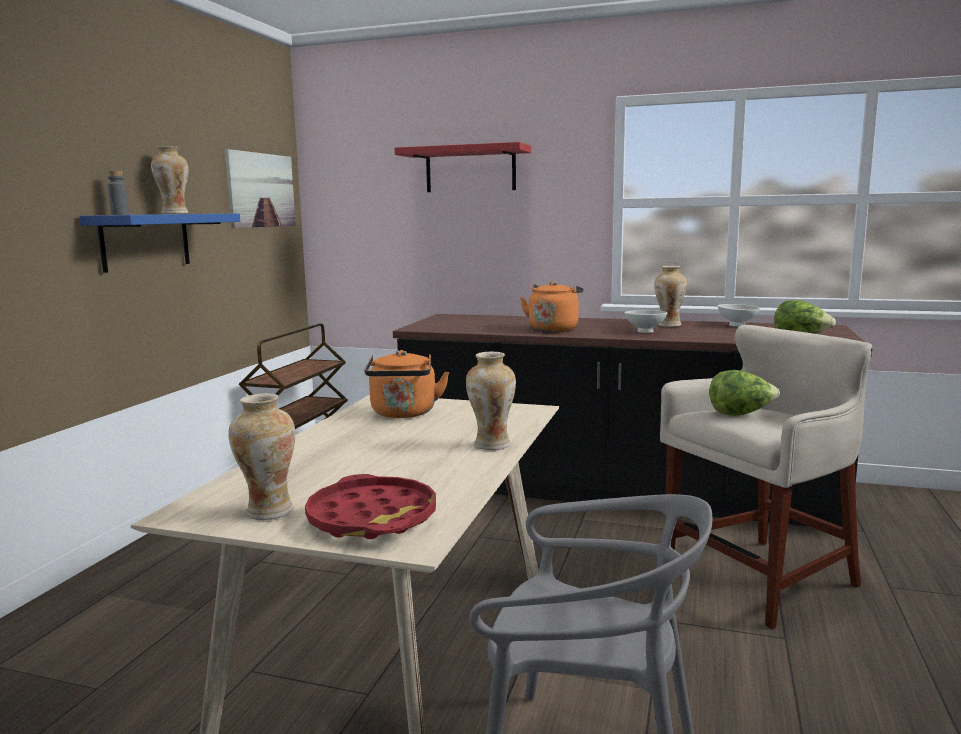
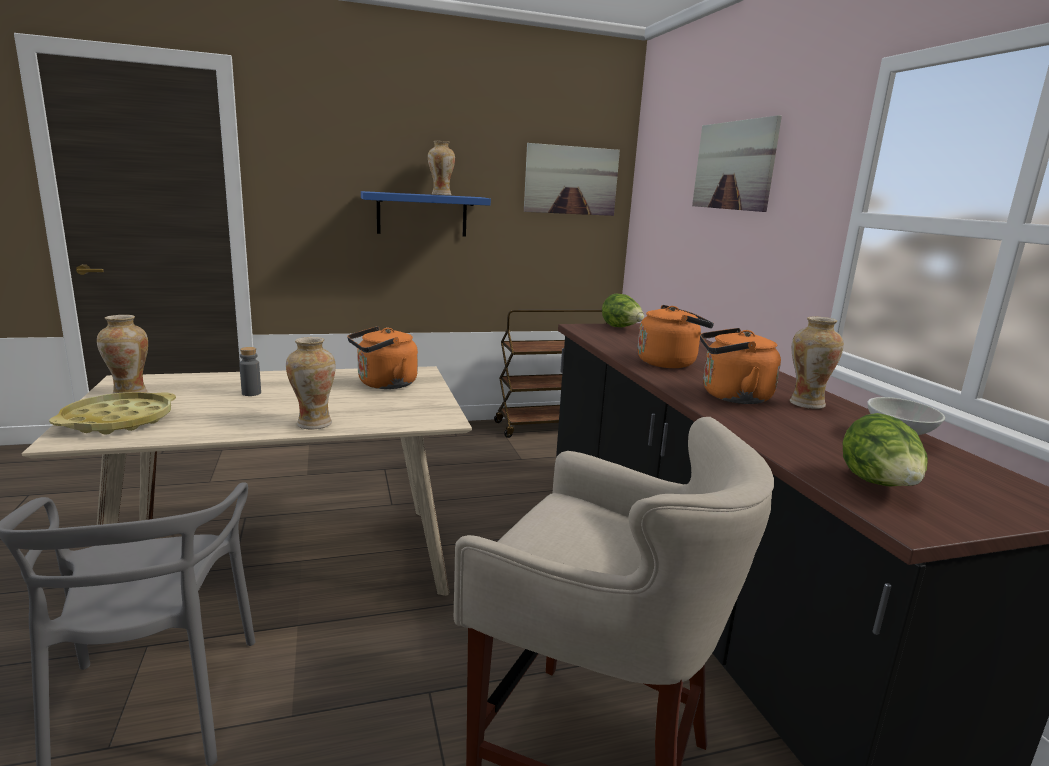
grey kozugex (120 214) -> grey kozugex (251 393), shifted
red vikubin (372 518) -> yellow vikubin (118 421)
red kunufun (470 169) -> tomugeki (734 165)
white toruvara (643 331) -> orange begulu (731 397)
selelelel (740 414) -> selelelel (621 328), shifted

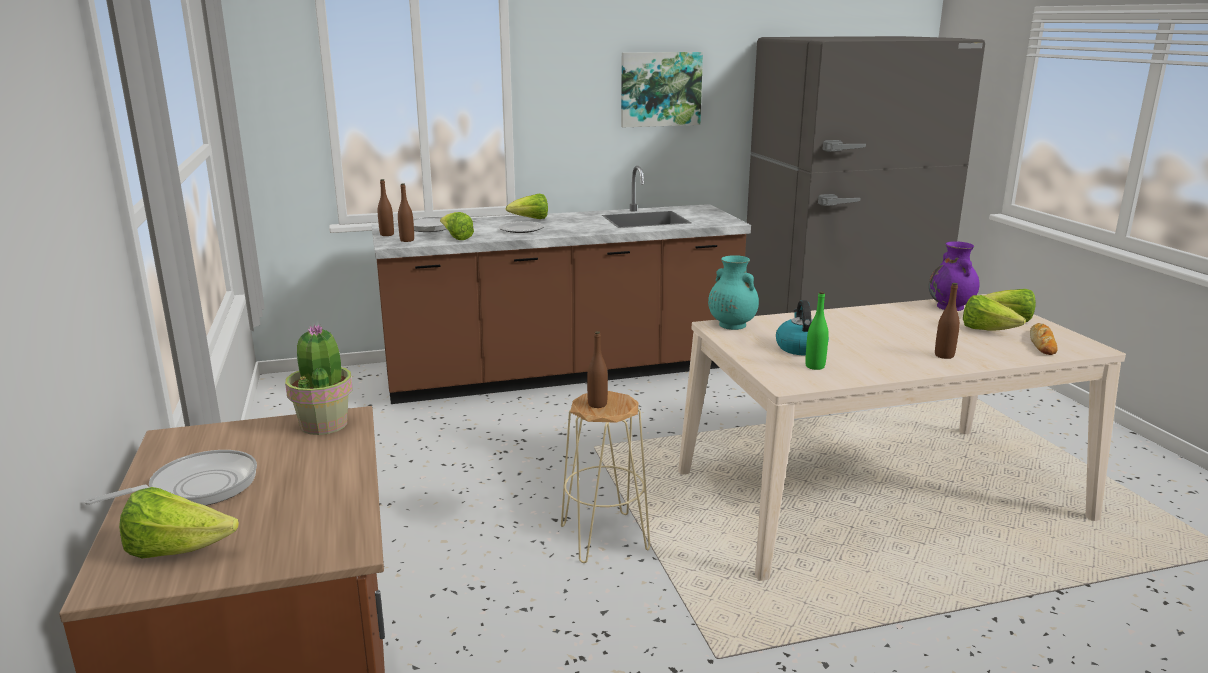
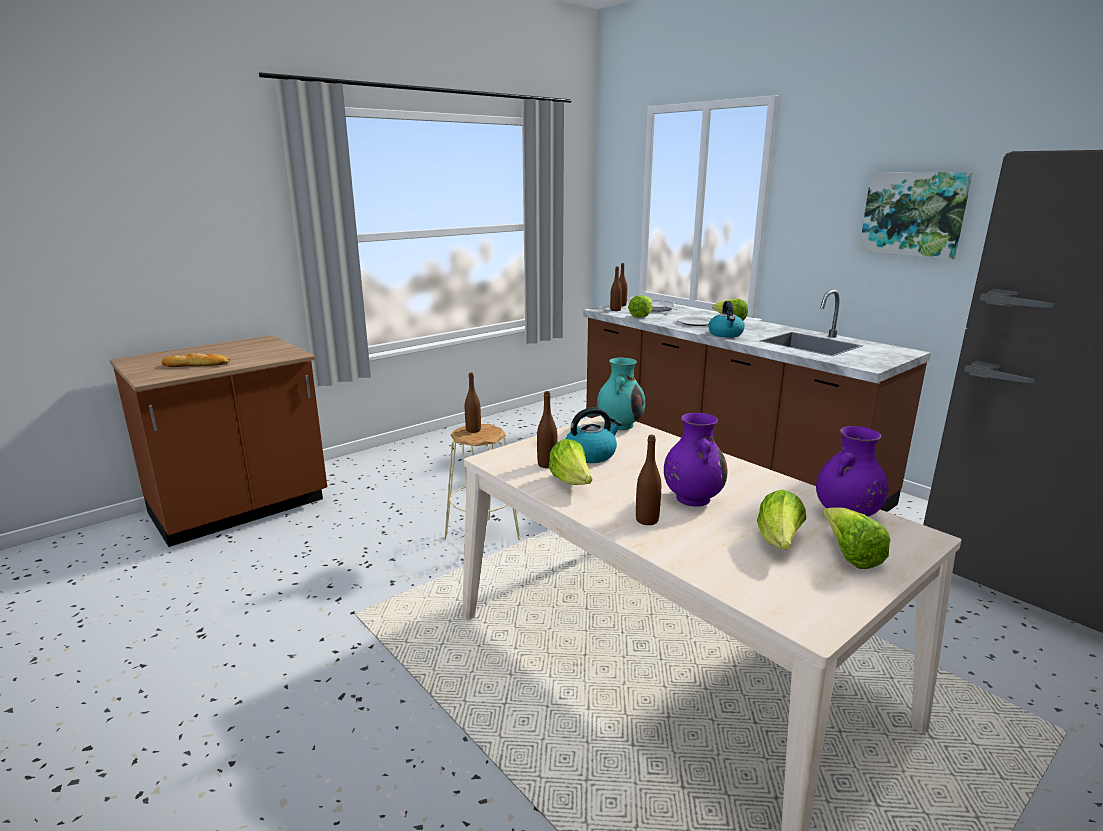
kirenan (197 487) -> none
selelelel (178 551) -> selelelel (572 482), shifted
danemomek (324 424) -> none
green kozugex (815 366) -> brown kozugex (547 464)
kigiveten (1042 343) -> kigiveten (196 365), shifted
none -> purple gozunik (692 498)
none -> begulu (726 334)

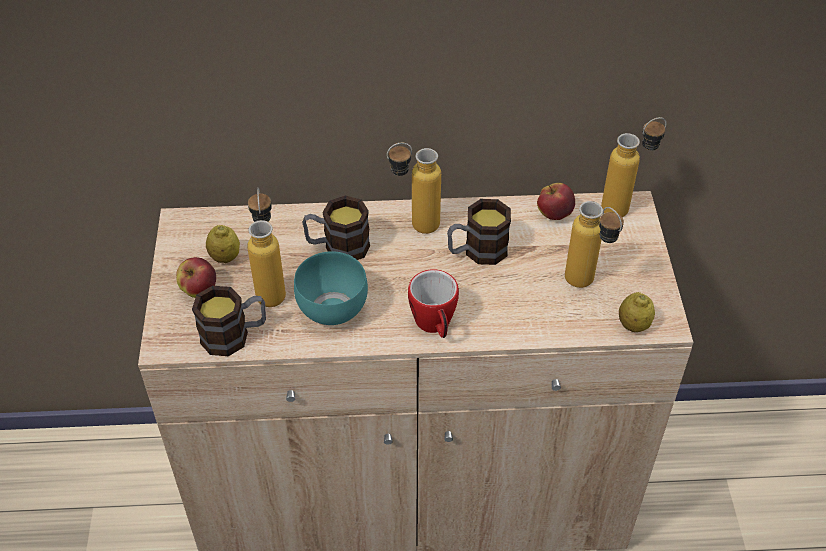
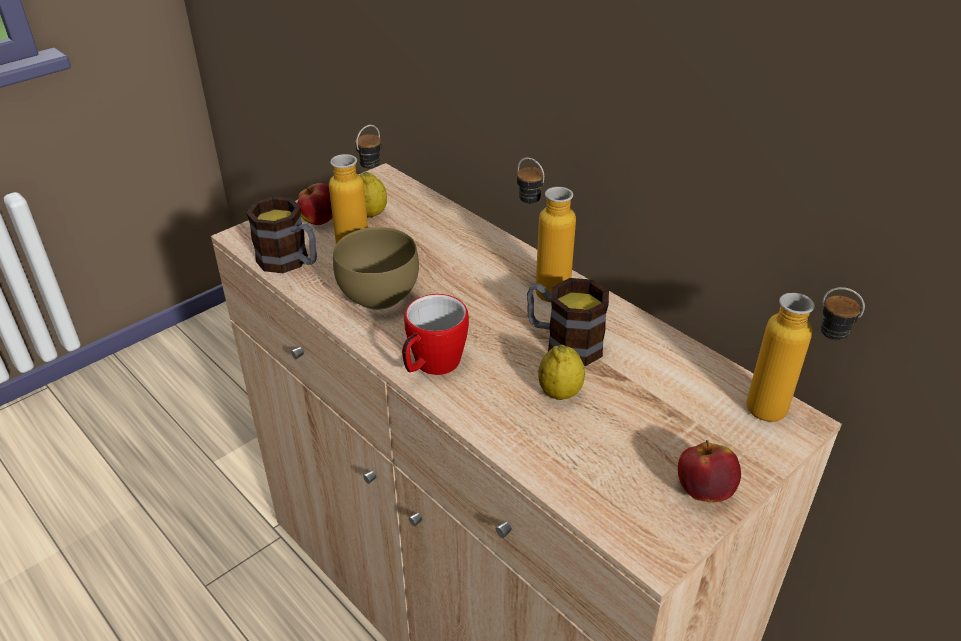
turquoise toruvara (331 307) -> brown toruvara (381 294)
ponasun (337 247) -> none
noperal (554 214) -> noperal (704 491), shifted
kozugex (587 286) -> none
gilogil (633 325) -> gilogil (560 393), shifted

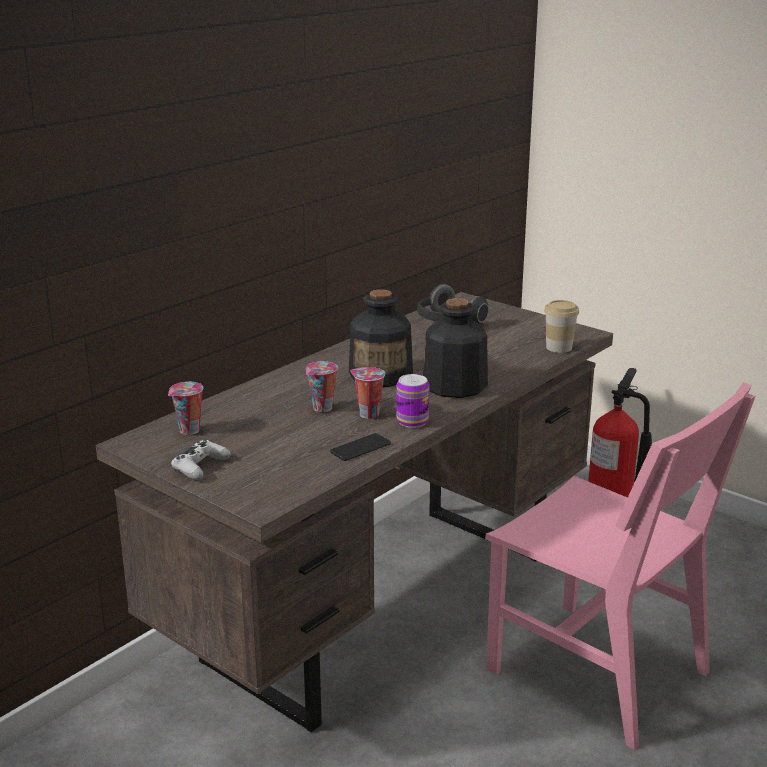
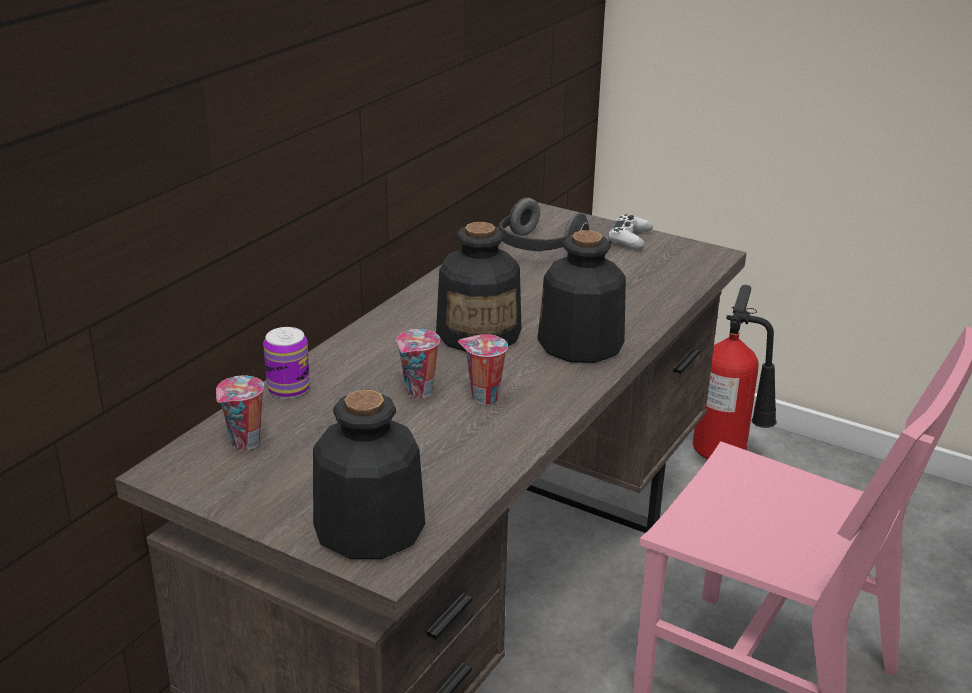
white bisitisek (200 467) -> white bisitisek (629 239), shifted
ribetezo (360 448) -> none
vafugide (412 421) -> vafugide (289 388), shifted
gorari (559 347) -> none
none -> kozugex (368 528)

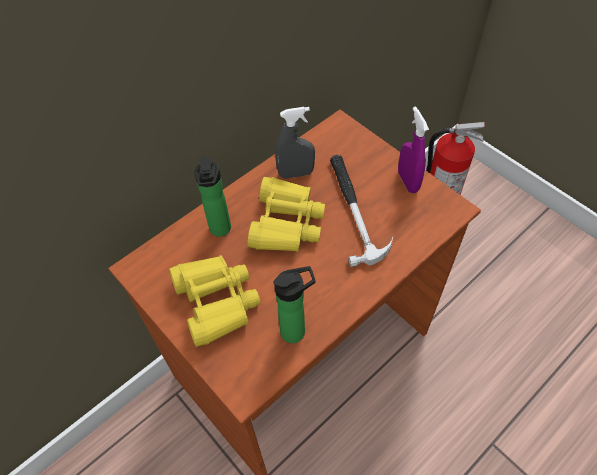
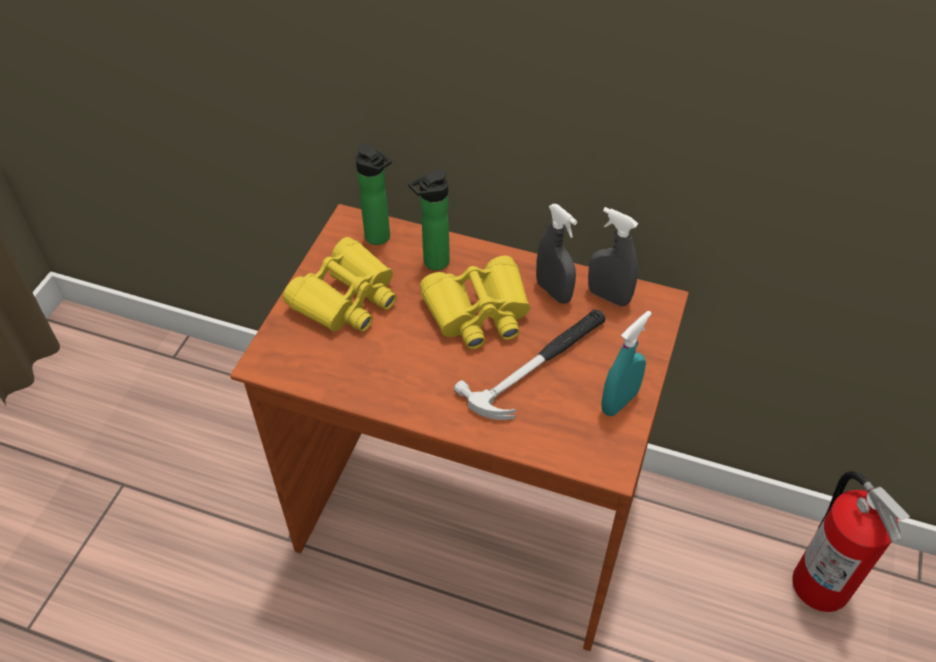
kozugex (296 331) -> kozugex (380 238), shifted
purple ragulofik (408 182) -> turquoise ragulofik (619 402)
none -> grey ragulofik (608 296)

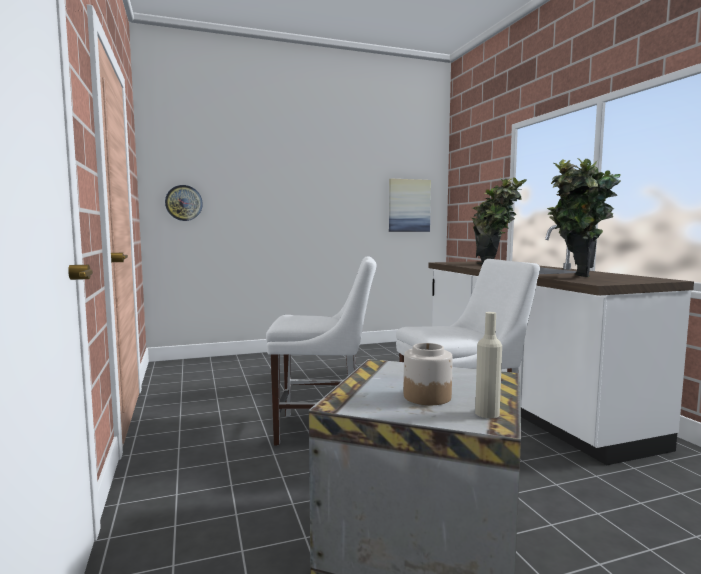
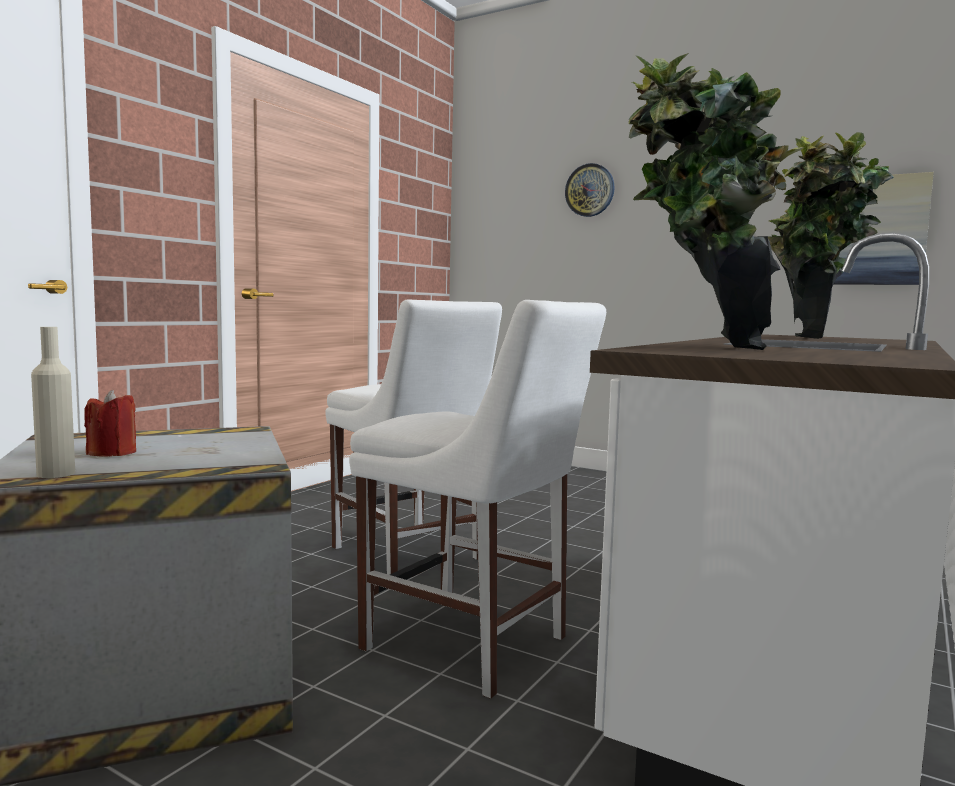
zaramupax (184 203) -> zaramupax (590 190), shifted
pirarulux (427 396) -> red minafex (112 453)

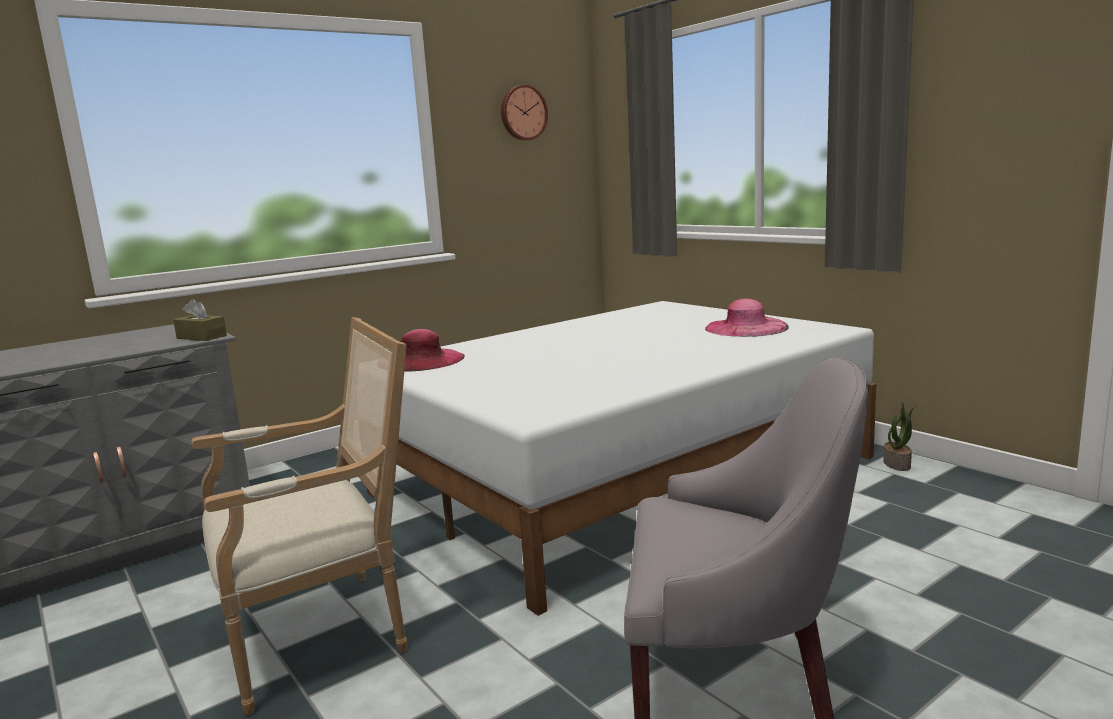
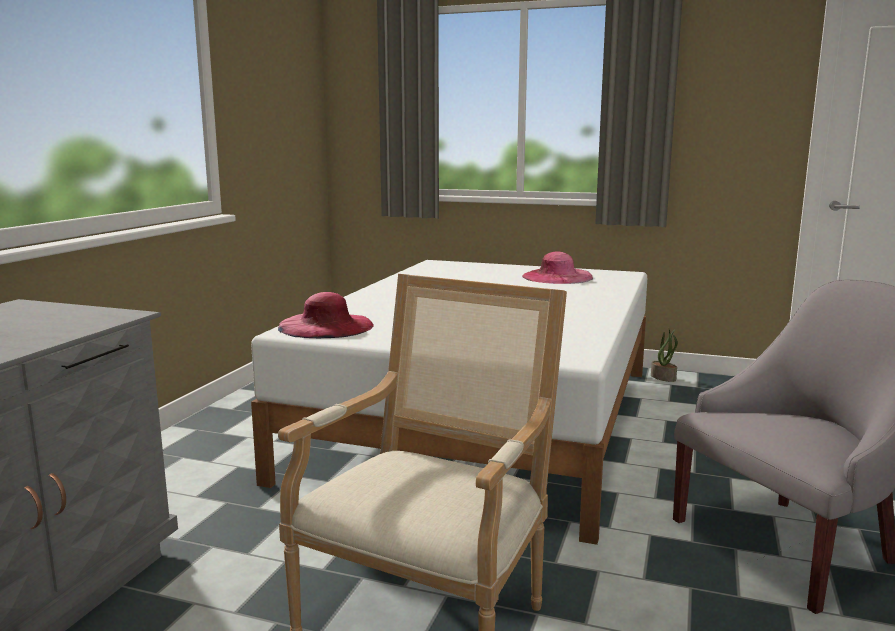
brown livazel (201 337) -> none
zaramupax (522 113) -> none

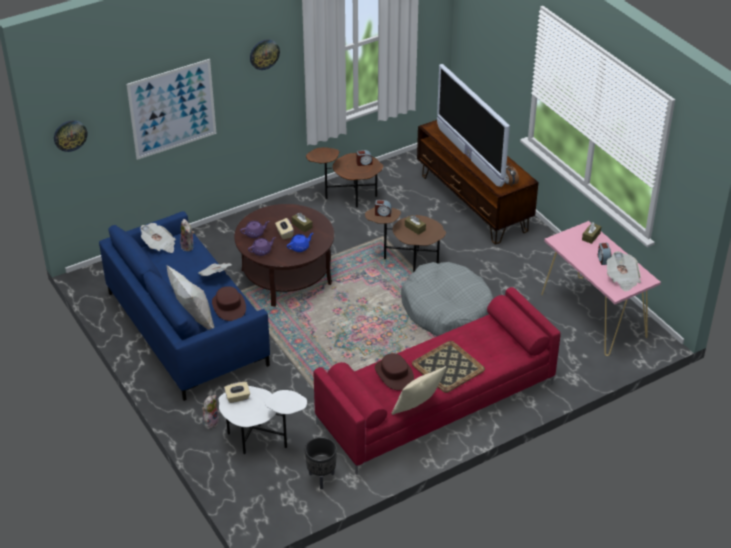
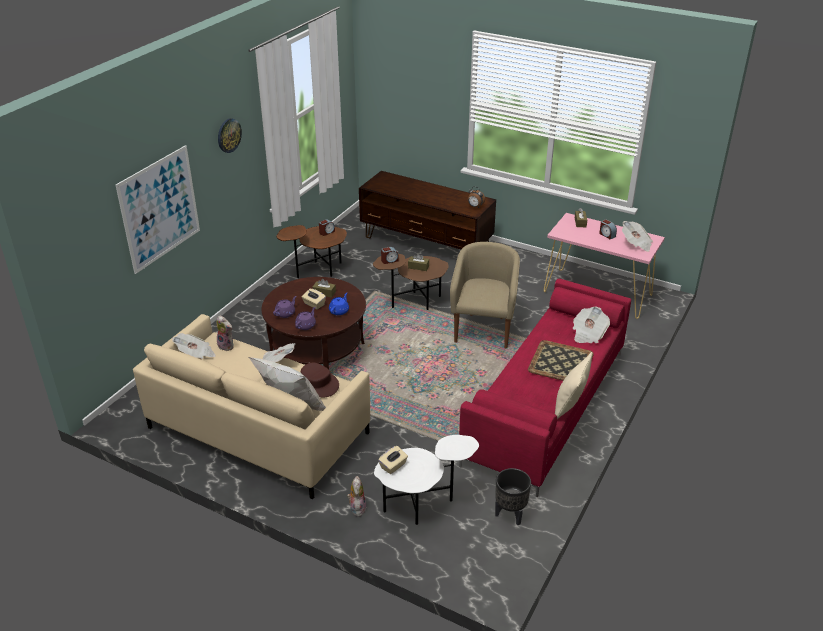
zaramupax (70 135) -> none
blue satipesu (187 328) -> beige satipesu (258 430)
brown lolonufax (394 374) -> none
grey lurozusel (447 311) -> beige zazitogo (483 330)
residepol (469 157) -> none
none -> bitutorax (588 334)

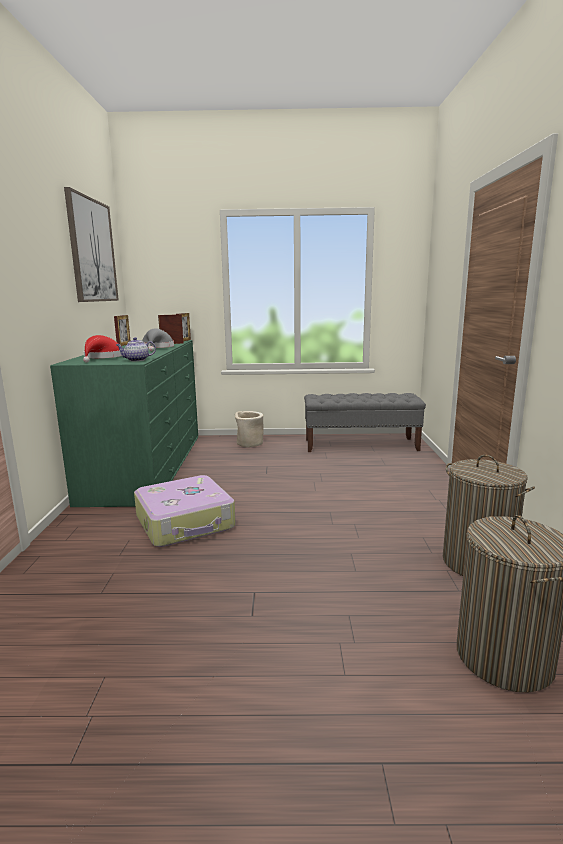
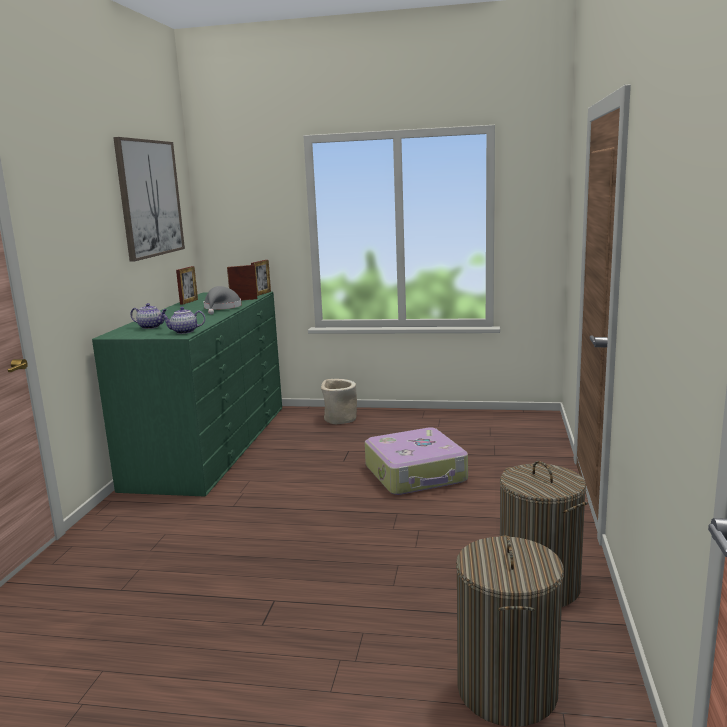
red lolonufax (102 358) -> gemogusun (151 327)
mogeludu (186 522) -> mogeludu (416 474), shifted
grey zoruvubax (361 445) -> none

